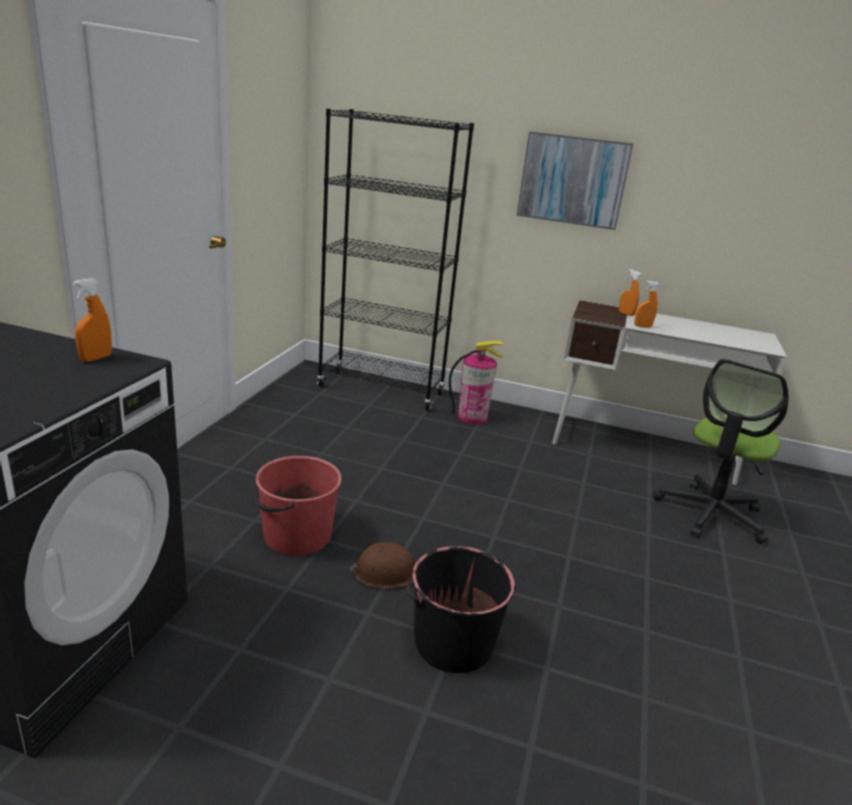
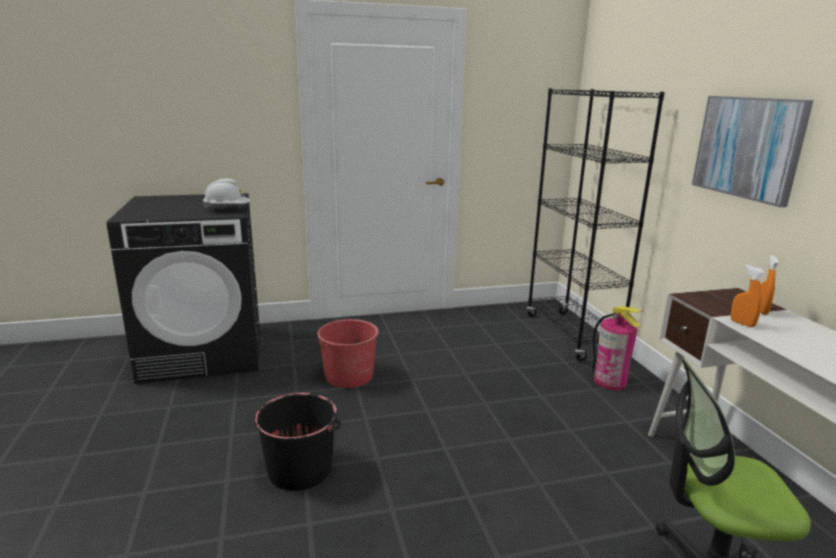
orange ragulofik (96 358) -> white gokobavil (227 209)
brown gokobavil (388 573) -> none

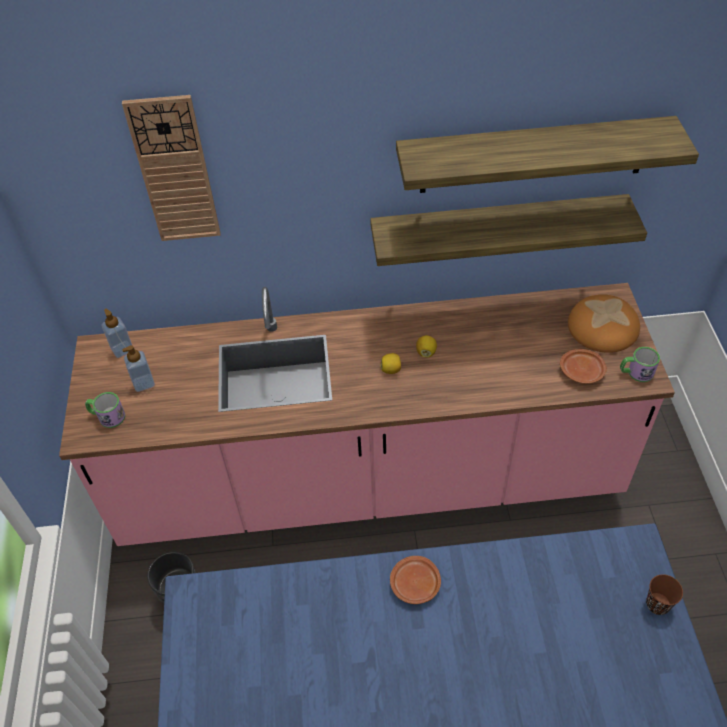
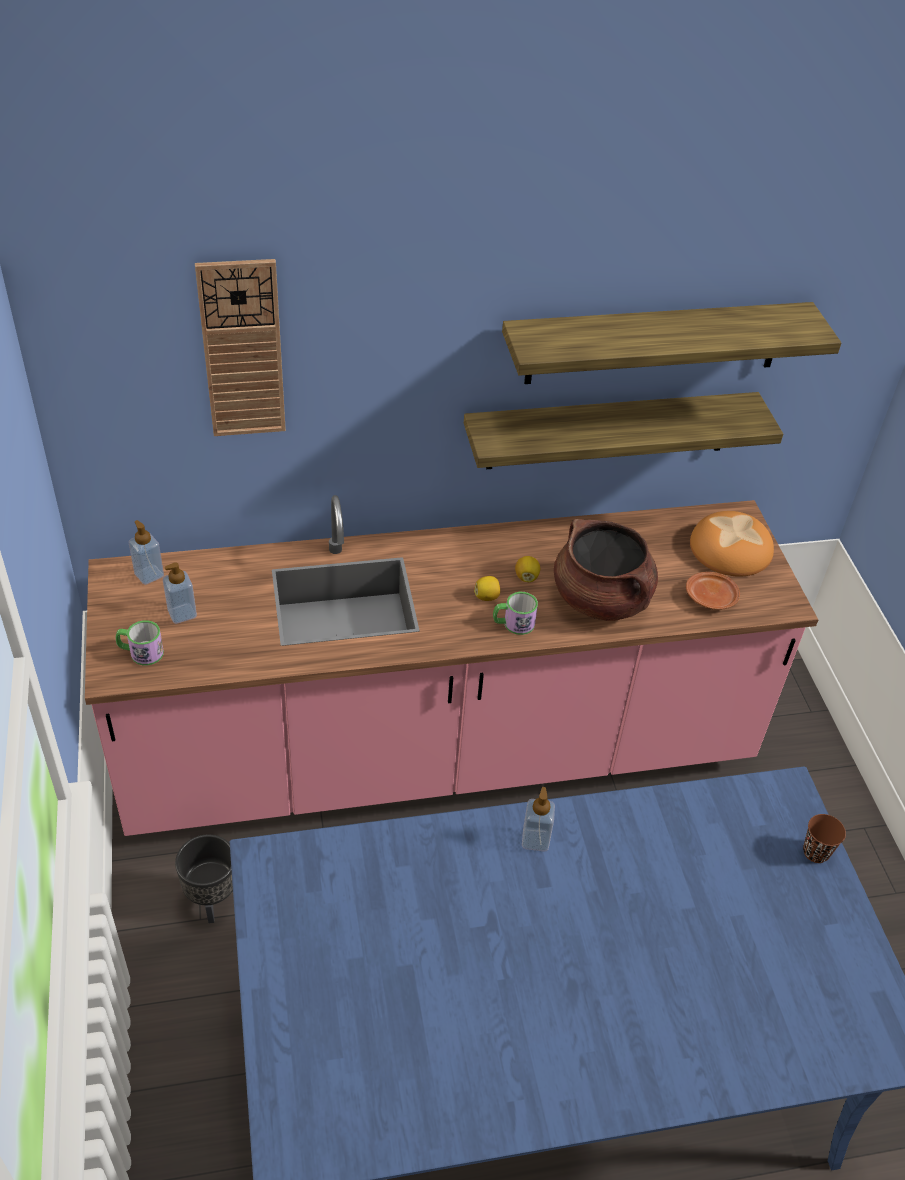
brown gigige (415 584) -> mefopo (535 839)
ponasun (636 372) -> ponasun (513 624), shifted
none -> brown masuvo (601 599)

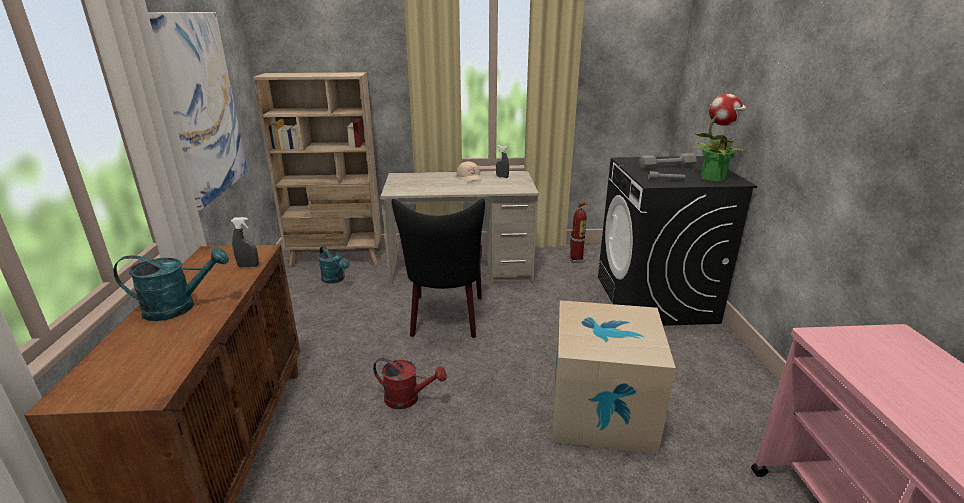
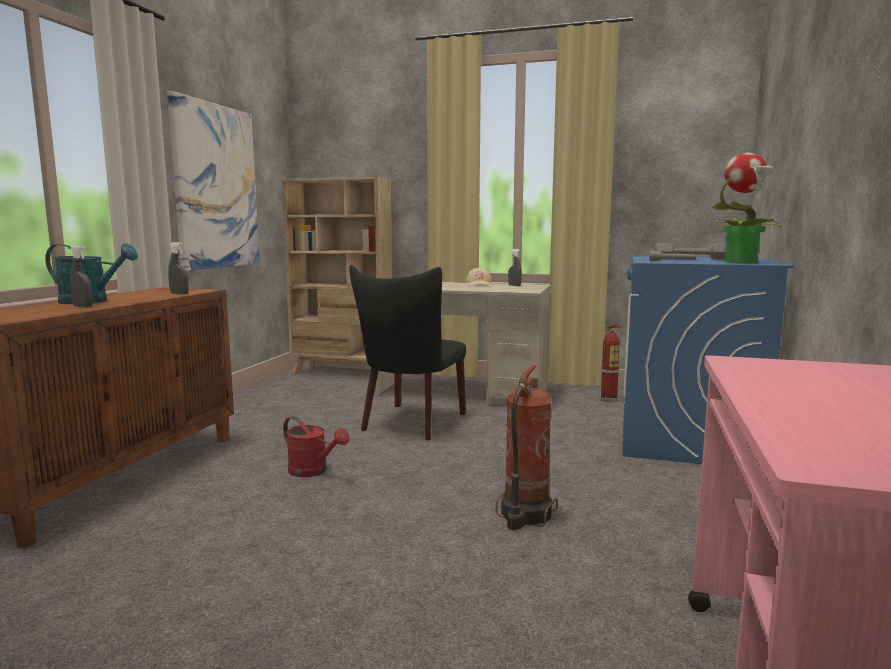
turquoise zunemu (335 279) -> none
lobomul (601 411) -> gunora (523 515)
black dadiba (655 299) -> blue dadiba (686 440)
none -> grey ragulofik (83 306)

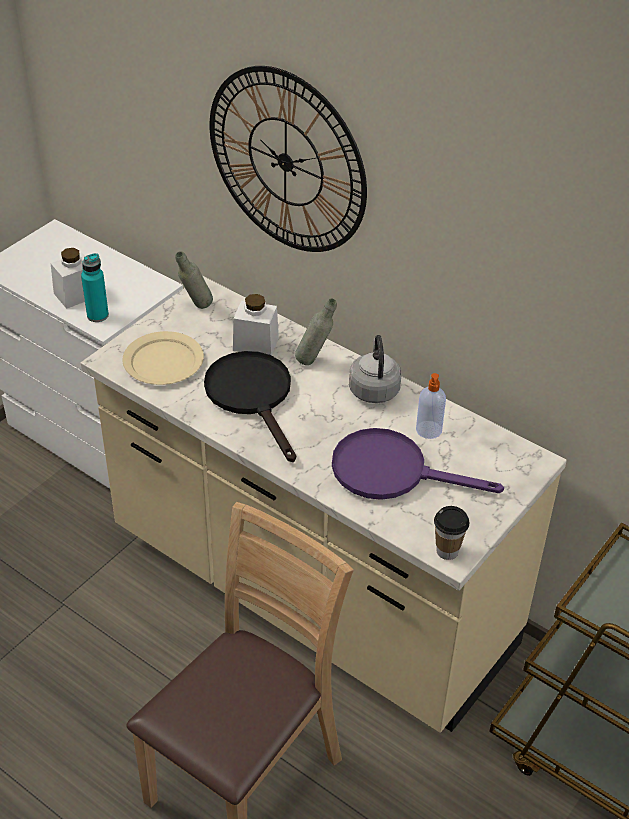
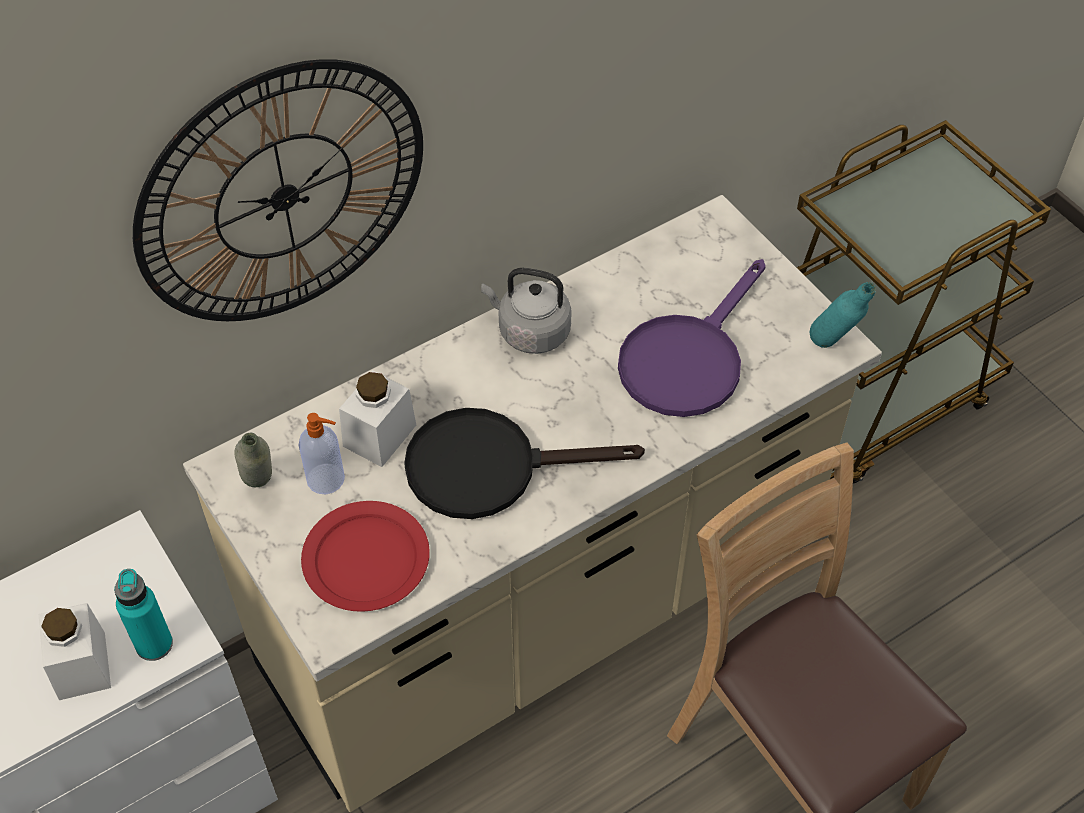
beige gigige (164 361) -> red gigige (365 558)
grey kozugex (314 361) -> none
mefopo (429 430) -> mefopo (327 479), shifted
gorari (447 551) -> turquoise kozugex (833 347)

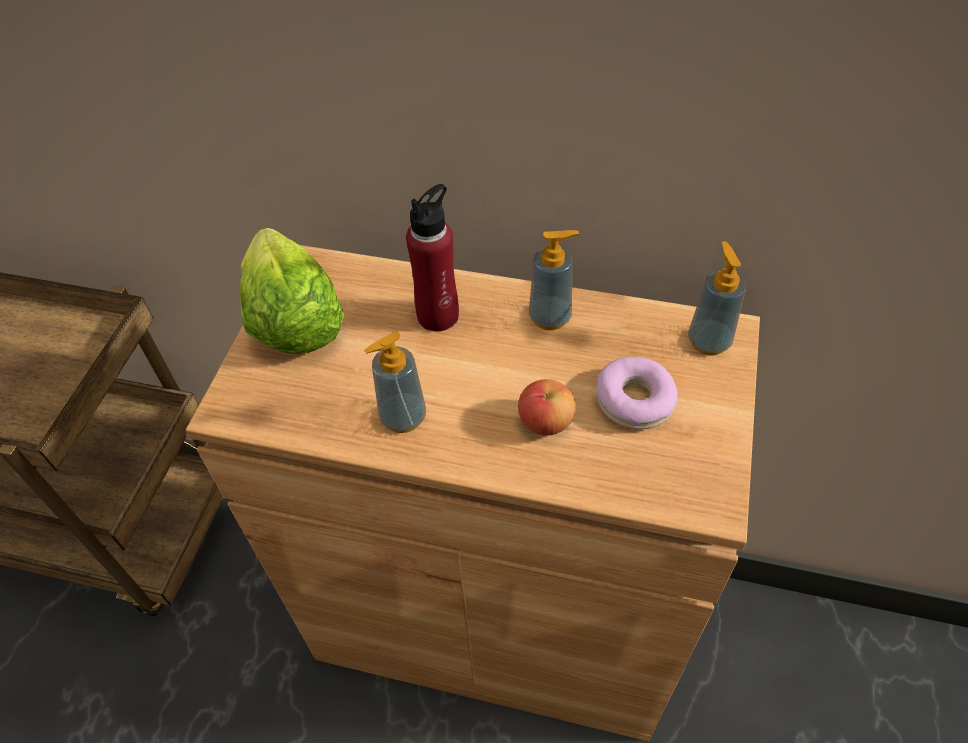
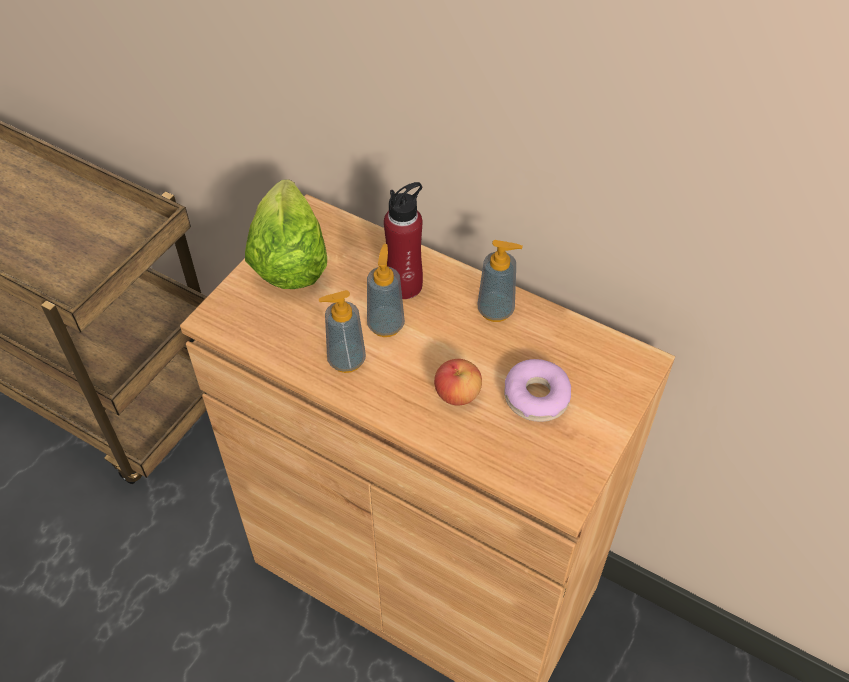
mefopo (709 341) -> mefopo (386 325), shifted

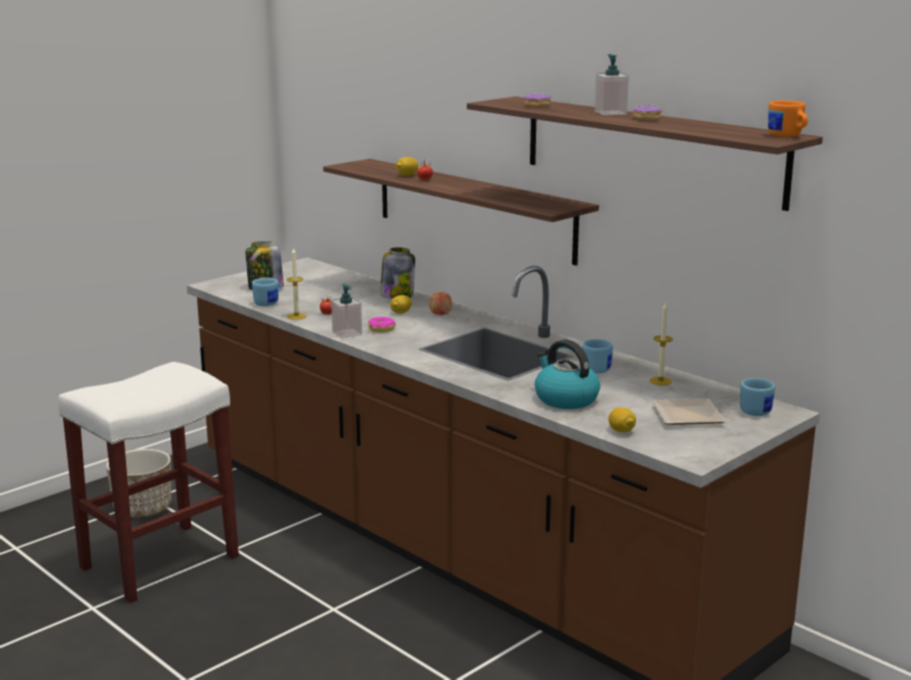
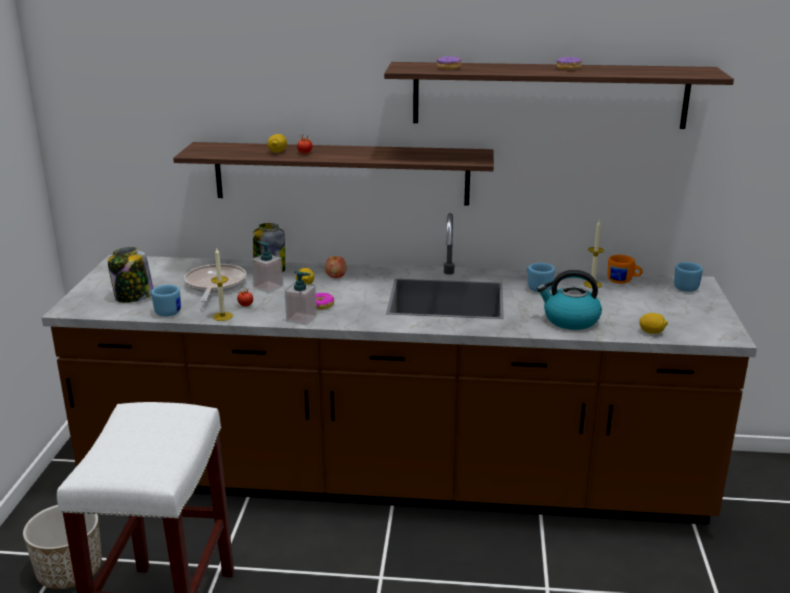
mefopo (610 113) -> mefopo (268 287), shifted
gigige (685 417) -> none
orange ponasun (787 136) -> orange ponasun (623 281), shifted
none -> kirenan (214 286)

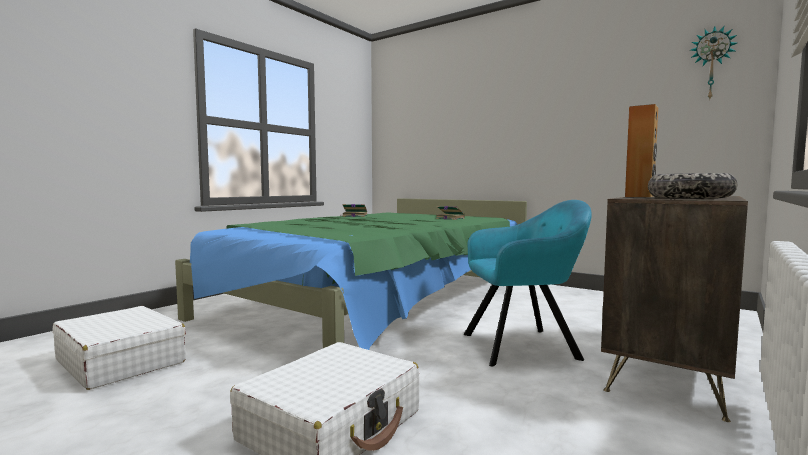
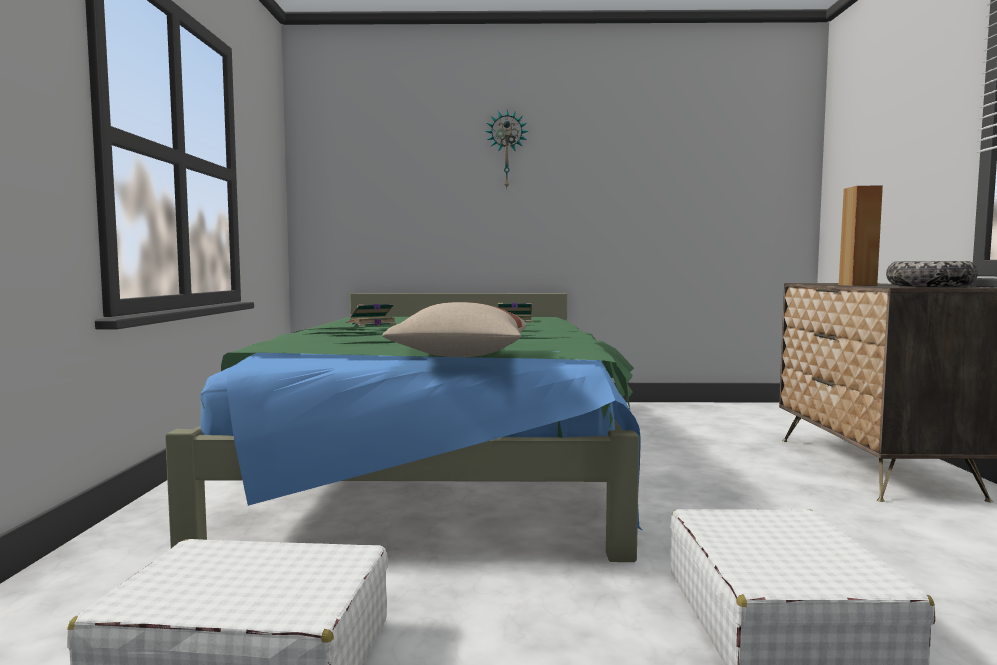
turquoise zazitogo (524 346) -> none
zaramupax (712 64) -> zaramupax (506 150), shifted
none -> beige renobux (460 356)

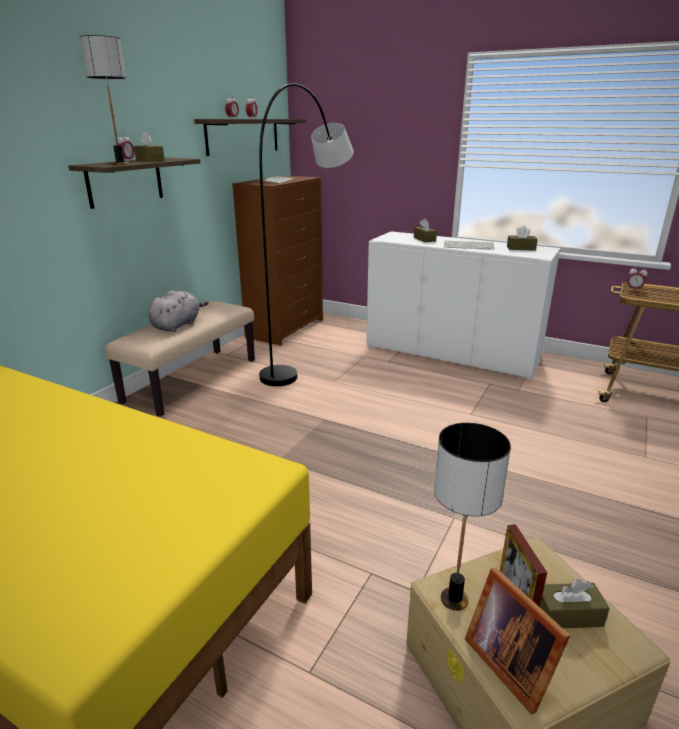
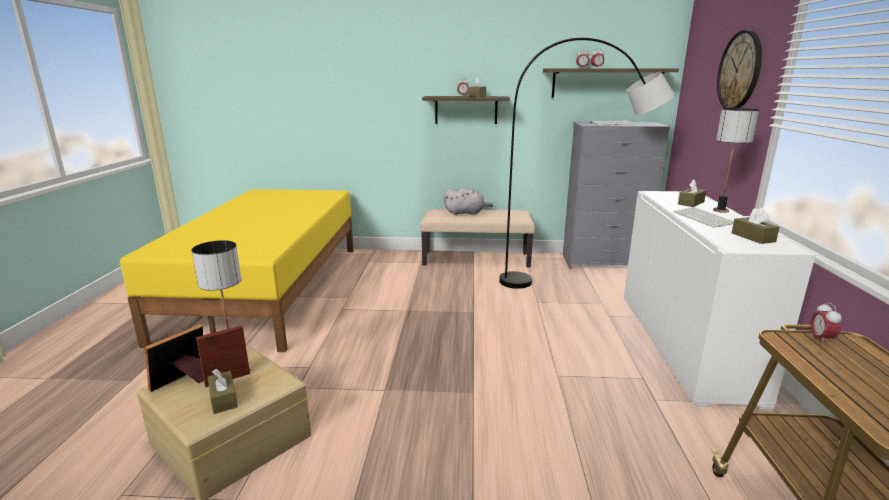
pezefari (120 164) -> pezefari (720 210), shifted
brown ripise (286 328) -> grey ripise (604 262)
none -> zaramupax (739 70)

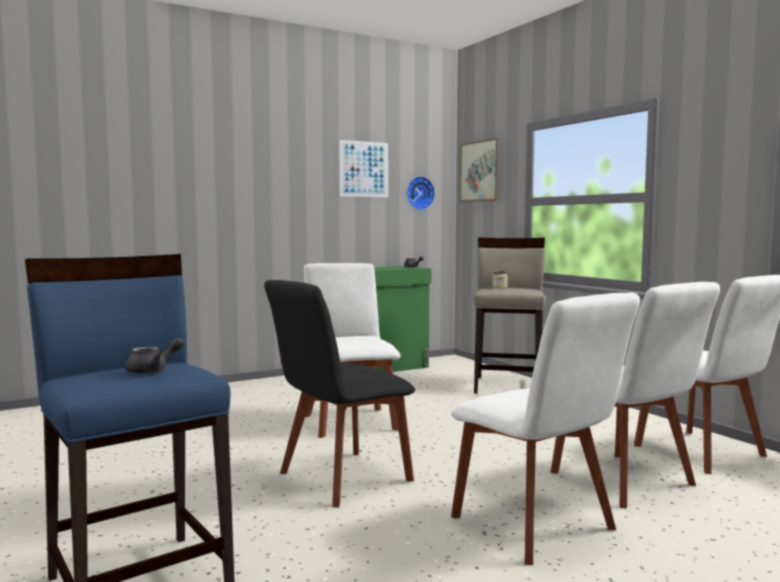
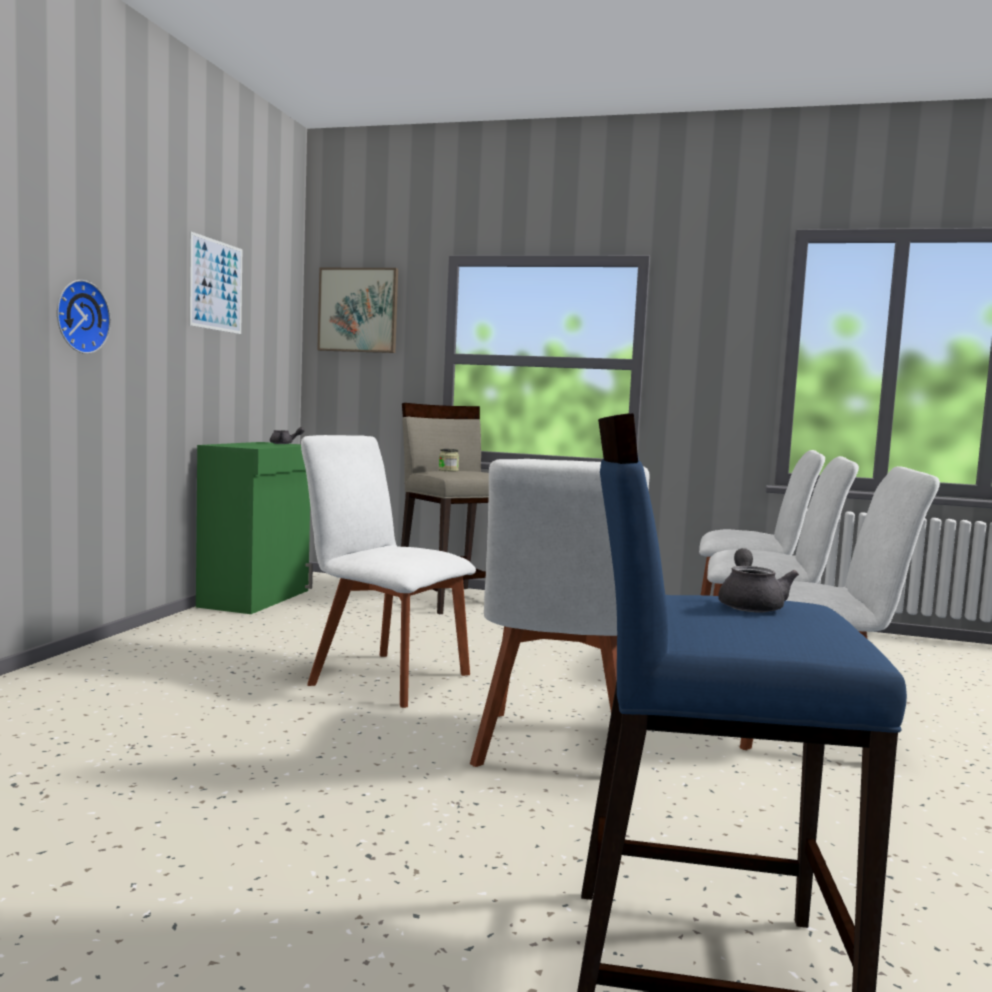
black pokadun (340 479) -> white pokadun (555 749)
zaramupax (419 193) -> zaramupax (79 317), shifted

